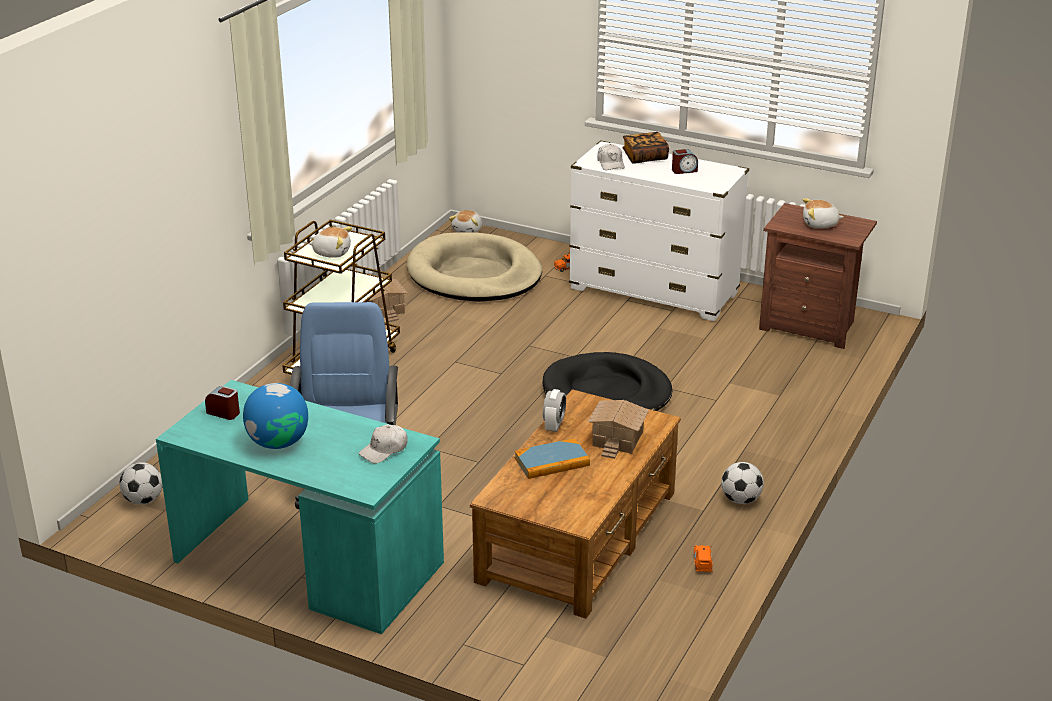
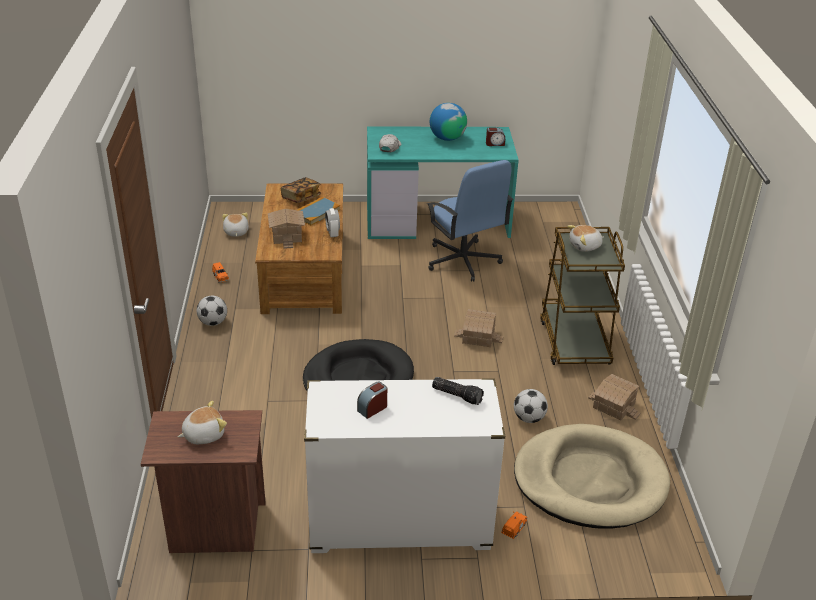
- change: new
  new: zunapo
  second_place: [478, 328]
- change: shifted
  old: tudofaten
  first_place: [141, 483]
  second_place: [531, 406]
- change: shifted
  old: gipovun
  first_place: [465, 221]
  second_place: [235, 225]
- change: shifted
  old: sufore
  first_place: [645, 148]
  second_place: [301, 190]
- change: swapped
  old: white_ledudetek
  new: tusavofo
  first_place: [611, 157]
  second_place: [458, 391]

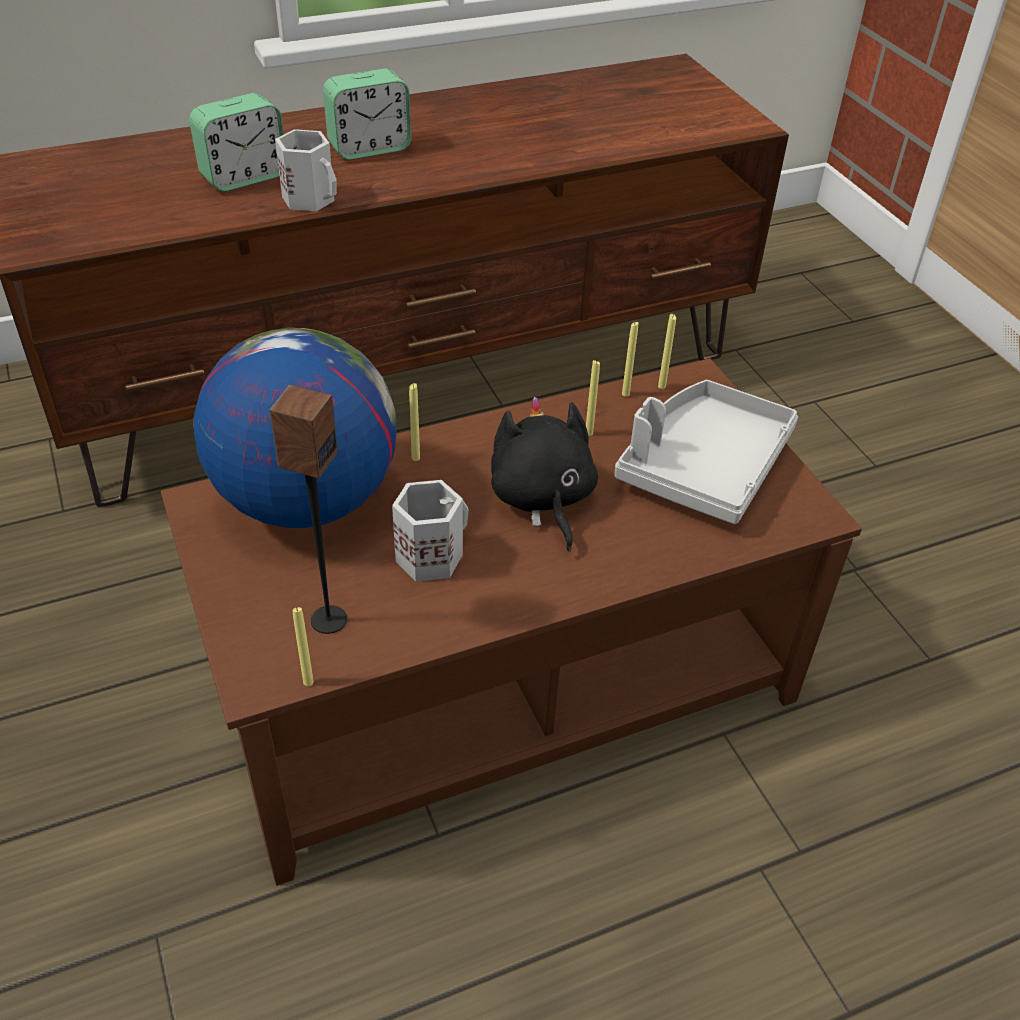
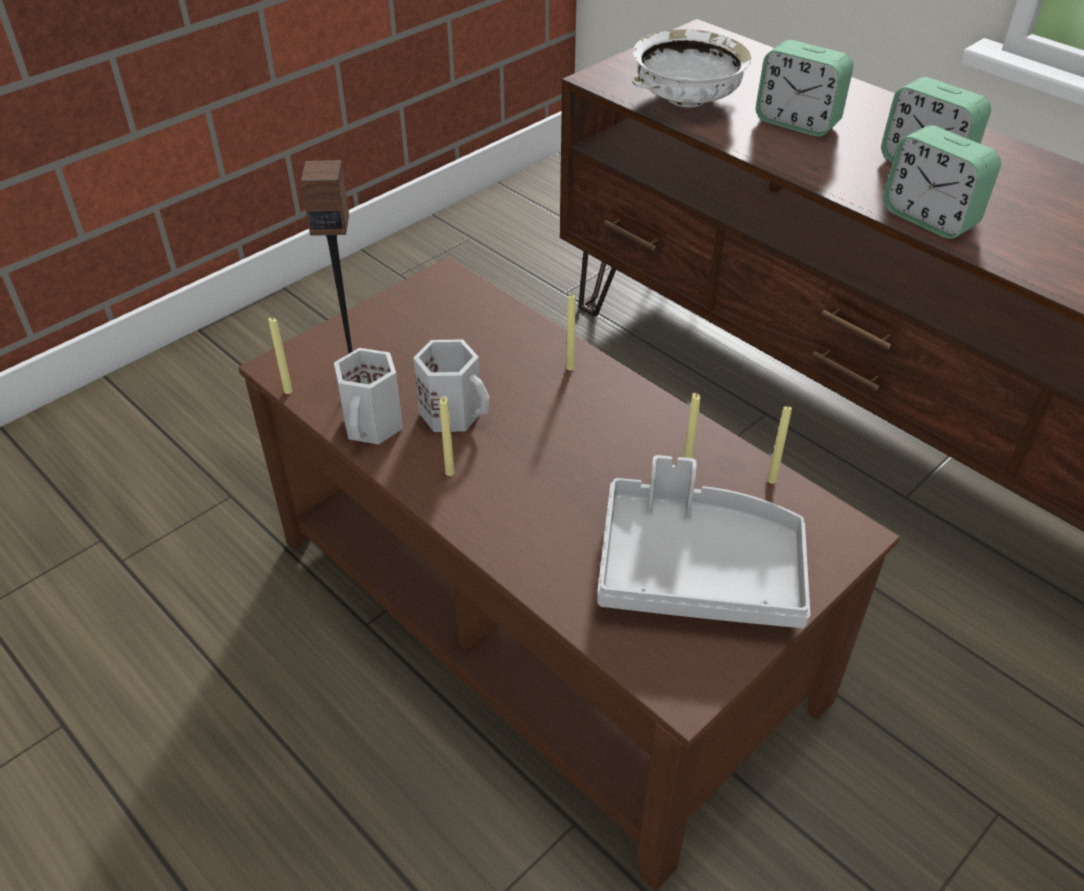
- change: gone
  old: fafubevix
  first_place: [295, 428]
- change: gone
  old: black_gipovun
  first_place: [544, 474]
- change: new
  new: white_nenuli
  second_place: [691, 68]
- change: new
  new: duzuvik
  second_place: [942, 182]
- change: shifted
  old: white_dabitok
  first_place: [306, 170]
  second_place: [368, 396]
- change: shifted
  old: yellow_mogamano
  first_place: [667, 351]
  second_place: [447, 436]

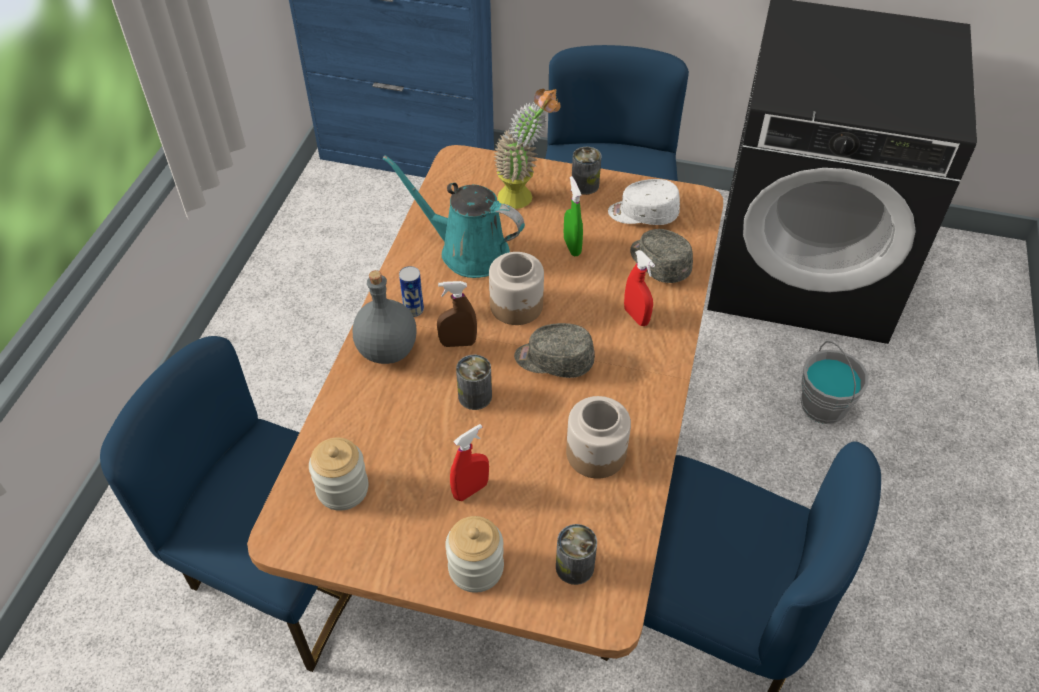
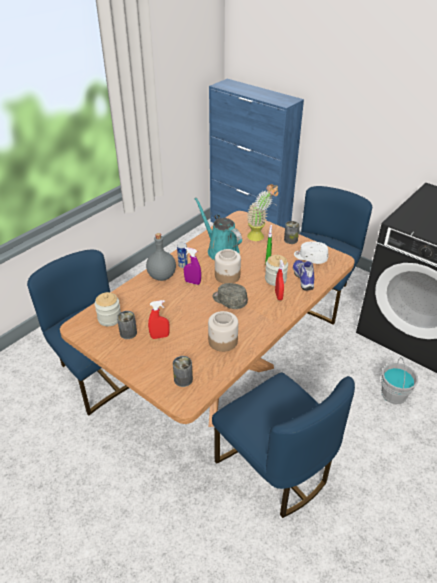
- change: shifted
  old: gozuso
  first_place: [474, 554]
  second_place: [276, 270]
- change: shifted
  old: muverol
  first_place: [474, 382]
  second_place: [127, 325]
- change: swapped
  old: grey_ledudetek
  new: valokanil
  first_place: [661, 256]
  second_place: [303, 275]
- change: repainted
  old: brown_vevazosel
  new: purple_vevazosel
  first_place: [457, 314]
  second_place: [192, 266]

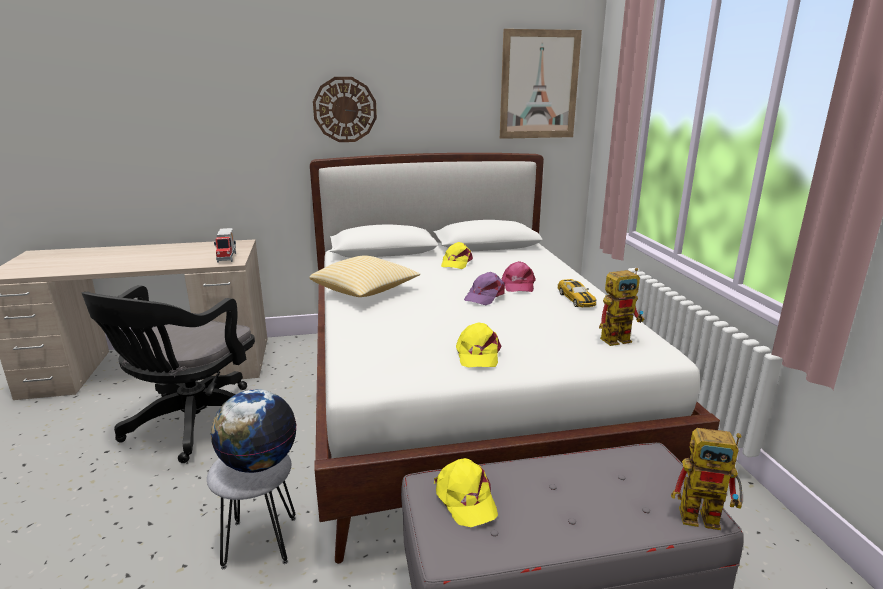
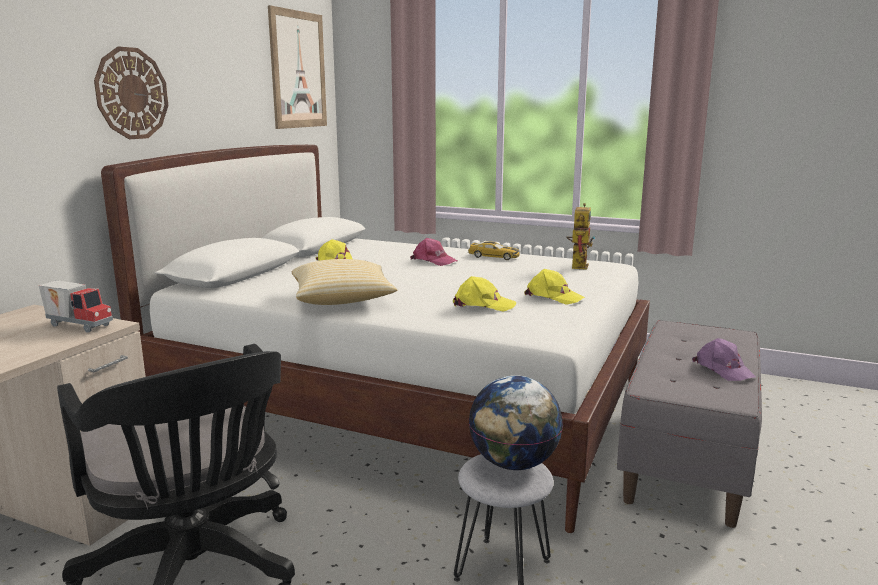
- change: gone
  old: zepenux
  first_place: [707, 479]
- change: shifted
  old: yellow_ledudetek
  first_place: [466, 492]
  second_place: [484, 294]
- change: shifted
  old: purple_ledudetek
  first_place: [484, 288]
  second_place: [724, 359]

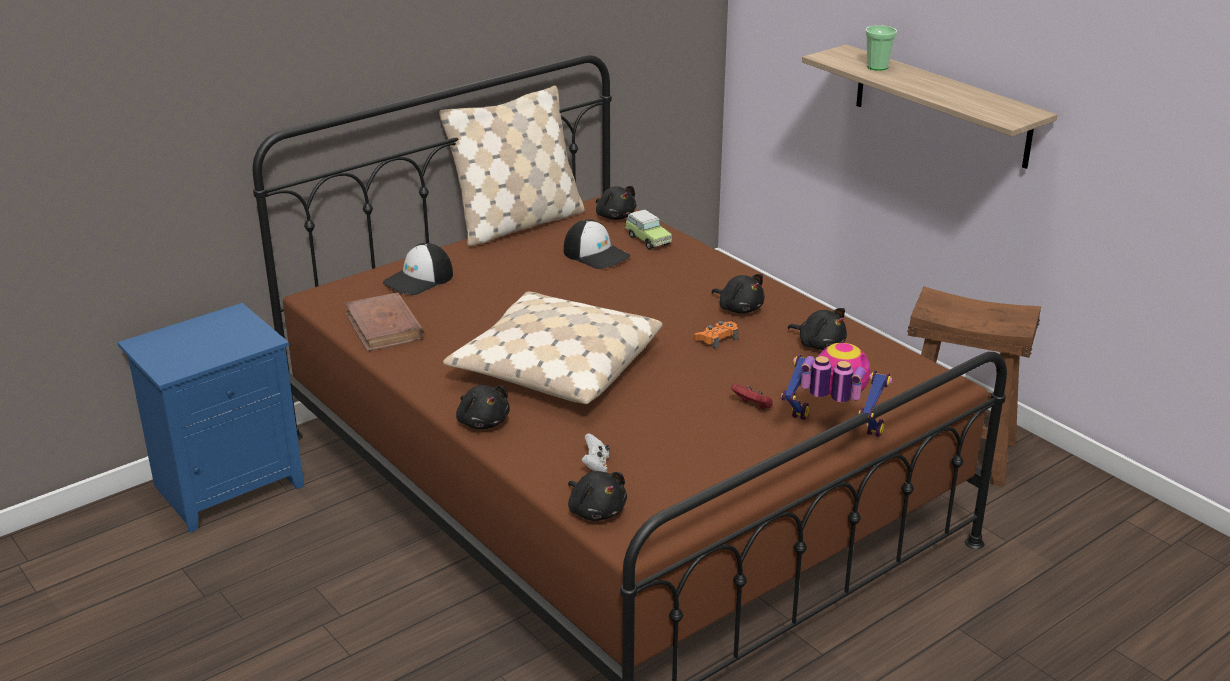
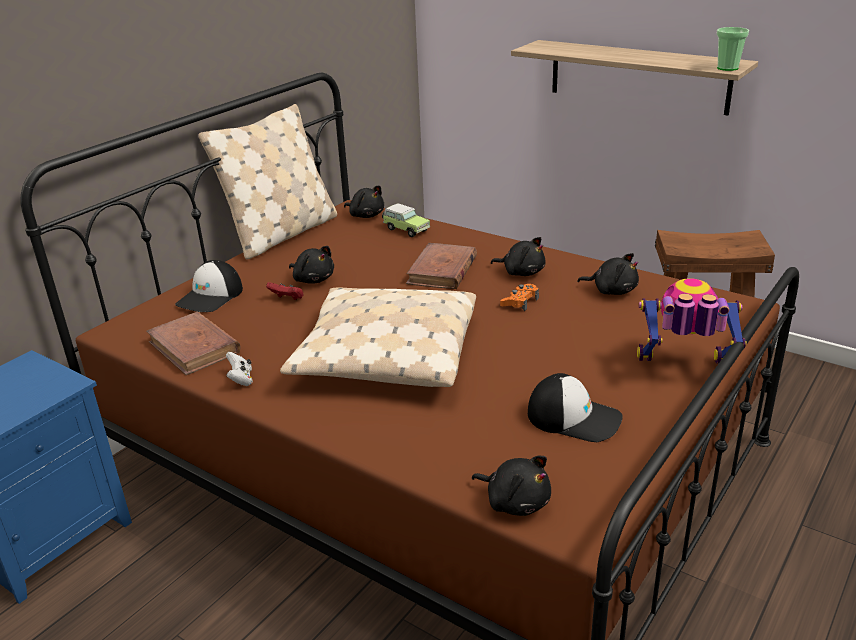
- change: new
  new: brown_sufore
  second_place: [441, 266]
- change: shifted
  old: black_gipovun
  first_place: [483, 407]
  second_place: [311, 265]
- change: shifted
  old: ledudetek
  first_place: [597, 244]
  second_place: [575, 407]
- change: shifted
  old: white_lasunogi
  first_place: [595, 452]
  second_place: [239, 369]
- change: shifted
  old: red_lasunogi
  first_place: [752, 397]
  second_place: [285, 291]
- change: shifted
  old: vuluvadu
  first_place: [881, 48]
  second_place: [733, 49]

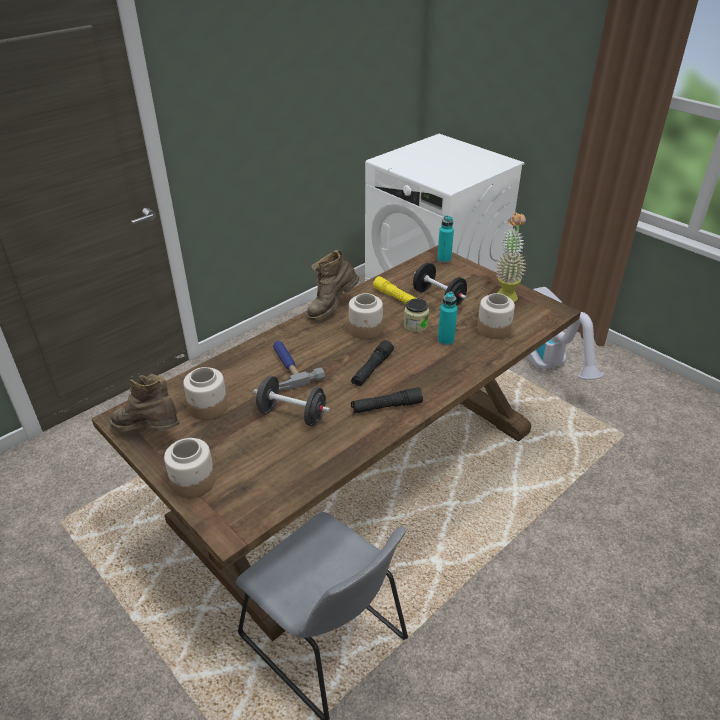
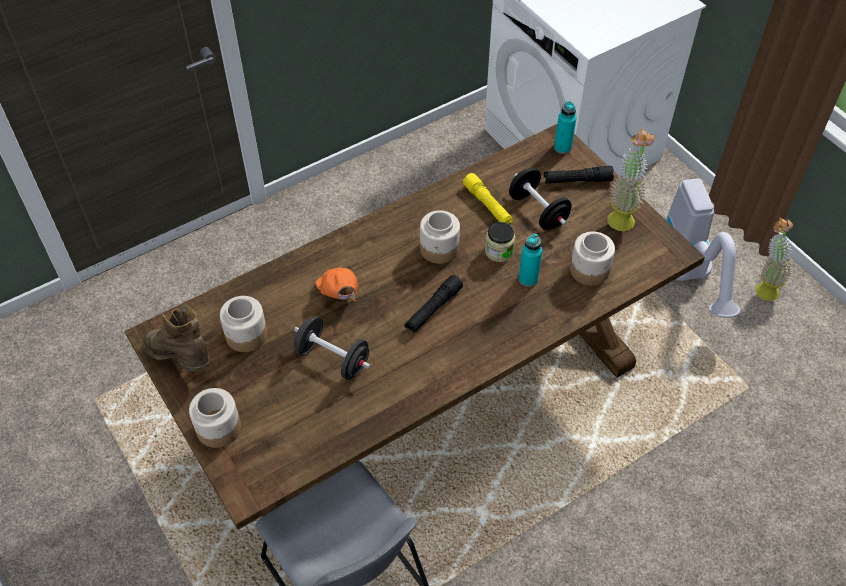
- change: gone
  old: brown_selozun
  first_place: [333, 285]
- change: new
  new: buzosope
  second_place: [774, 259]
- change: shifted
  old: black_tusavofo
  first_place: [387, 400]
  second_place: [579, 175]
- change: swapped
  old: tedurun
  new: orange_ledudetek
  first_place: [299, 366]
  second_place: [336, 284]

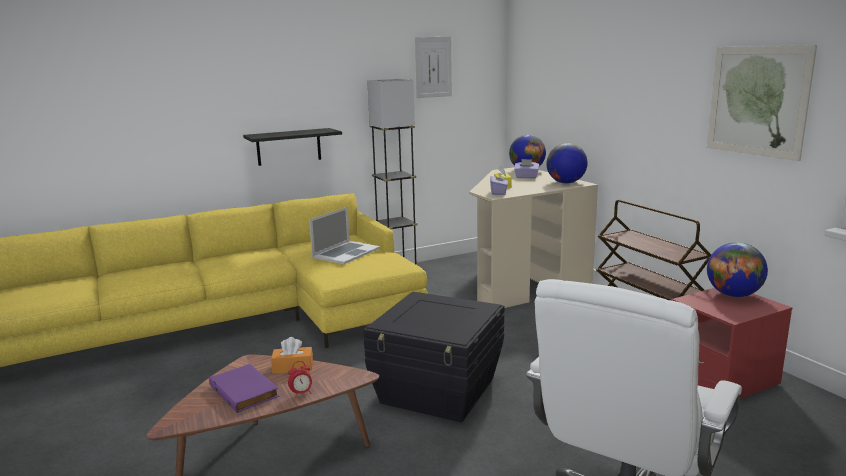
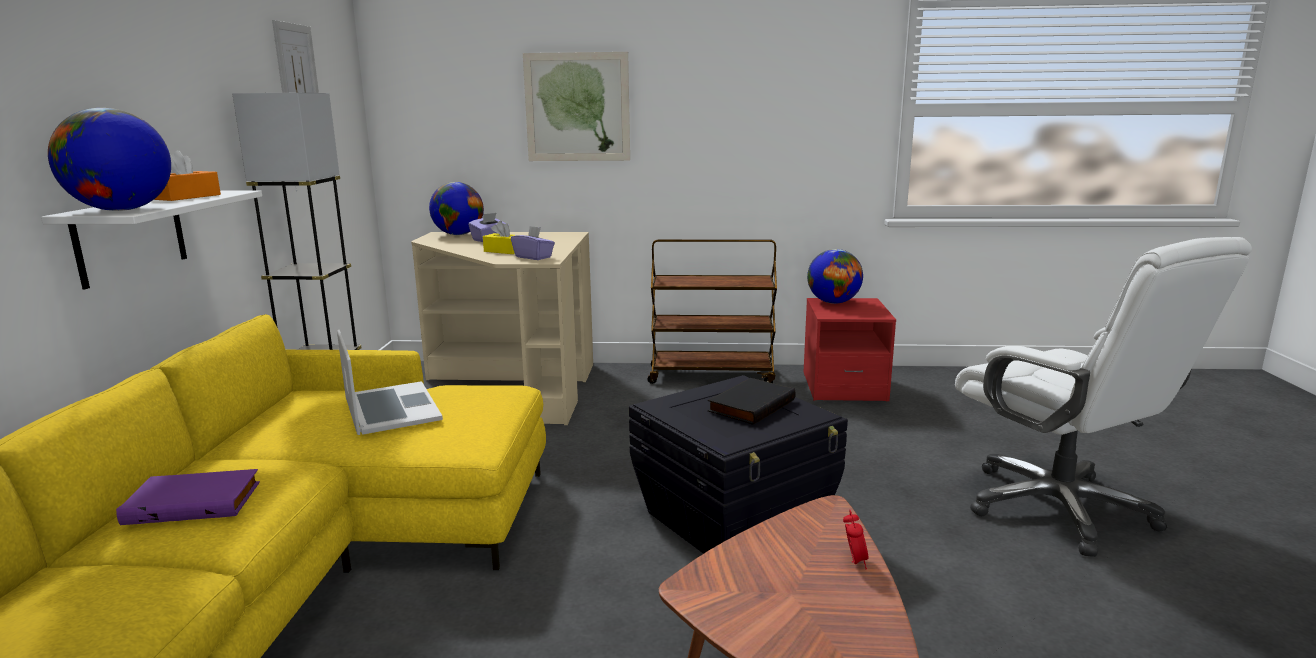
- change: new
  new: black_sufore
  second_place: [751, 401]
- change: shifted
  old: purple_sufore
  first_place: [244, 388]
  second_place: [188, 497]
- change: shifted
  old: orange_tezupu
  first_place: [292, 355]
  second_place: [187, 175]
- change: shifted
  old: fafubevix
  first_place: [567, 163]
  second_place: [109, 159]
- change: shifted
  old: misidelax
  first_place: [762, 103]
  second_place: [576, 106]
- change: repainted
  old: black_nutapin
  new: white_nutapin
  first_place: [292, 147]
  second_place: [151, 239]

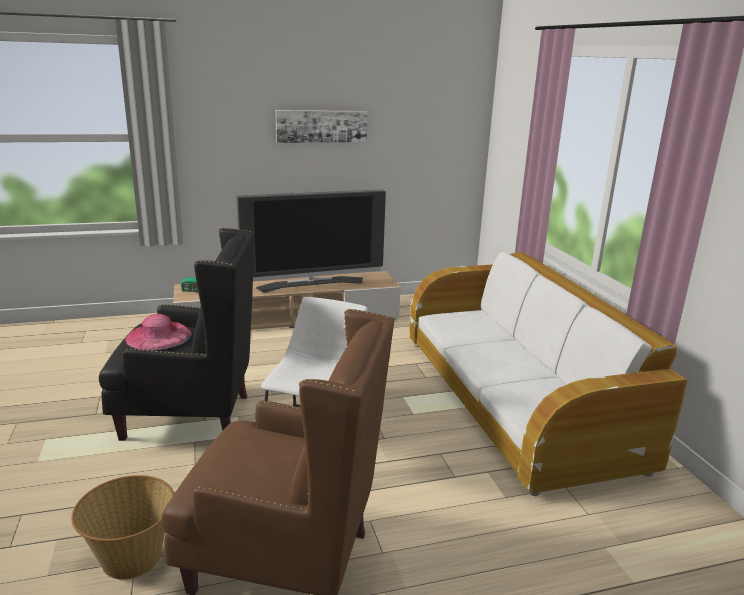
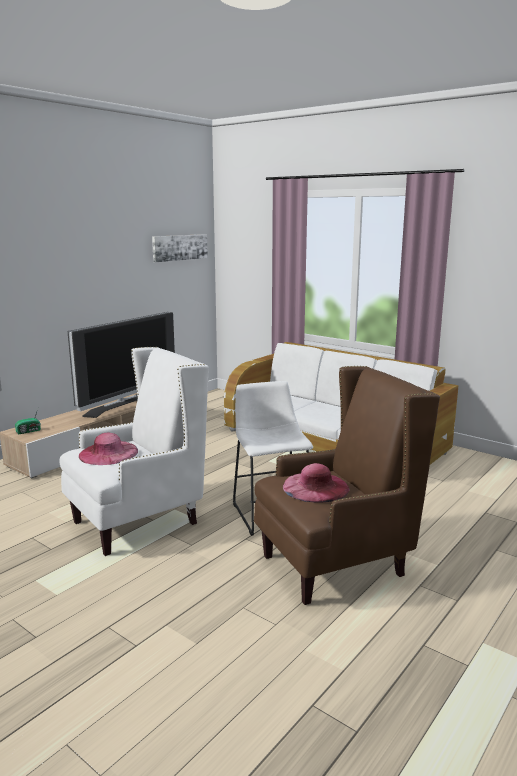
- change: gone
  old: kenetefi
  first_place: [122, 527]
- change: new
  new: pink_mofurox
  second_place: [316, 483]
- change: shifted
  old: misidelax
  first_place: [321, 126]
  second_place: [180, 248]
- change: repainted
  old: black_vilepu
  new: white_vilepu
  first_place: [177, 334]
  second_place: [134, 451]

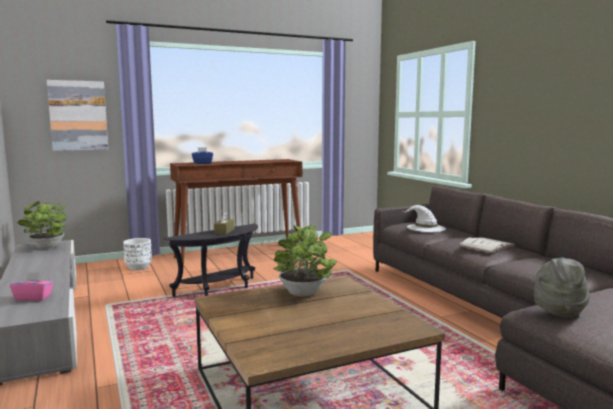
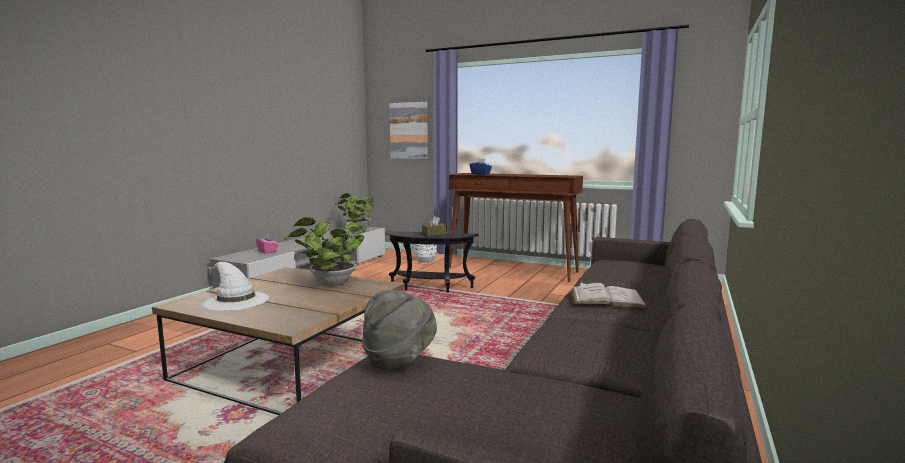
- change: shifted
  old: white_mofurox
  first_place: [425, 218]
  second_place: [236, 286]

